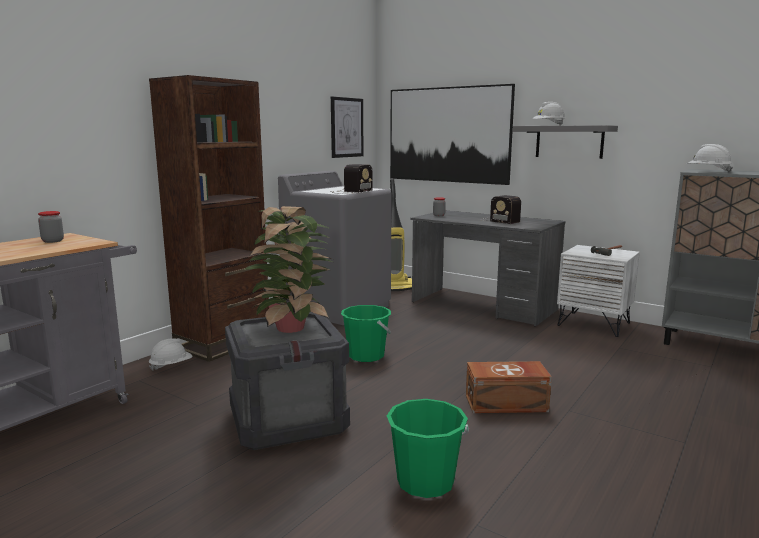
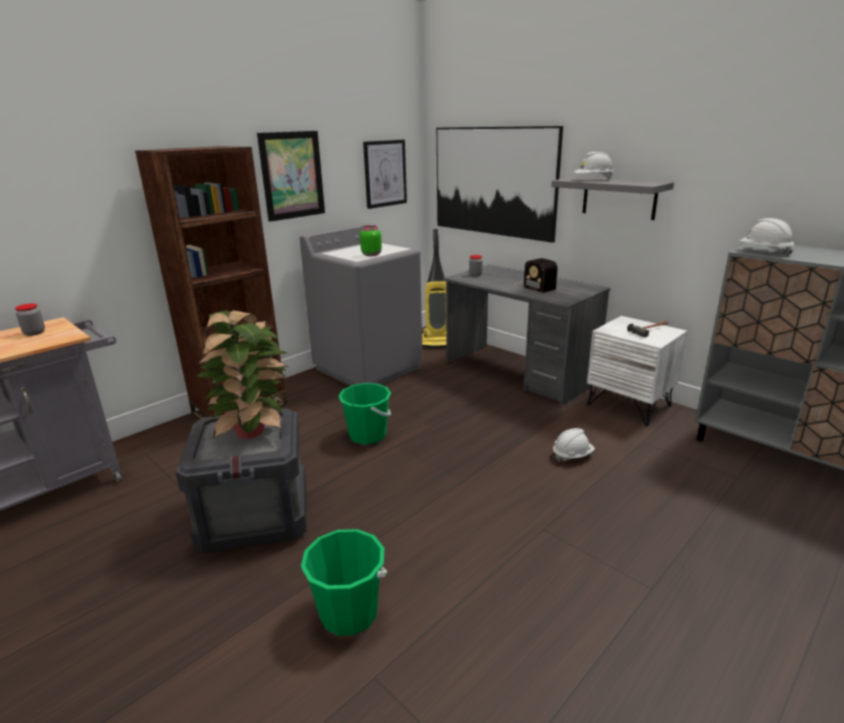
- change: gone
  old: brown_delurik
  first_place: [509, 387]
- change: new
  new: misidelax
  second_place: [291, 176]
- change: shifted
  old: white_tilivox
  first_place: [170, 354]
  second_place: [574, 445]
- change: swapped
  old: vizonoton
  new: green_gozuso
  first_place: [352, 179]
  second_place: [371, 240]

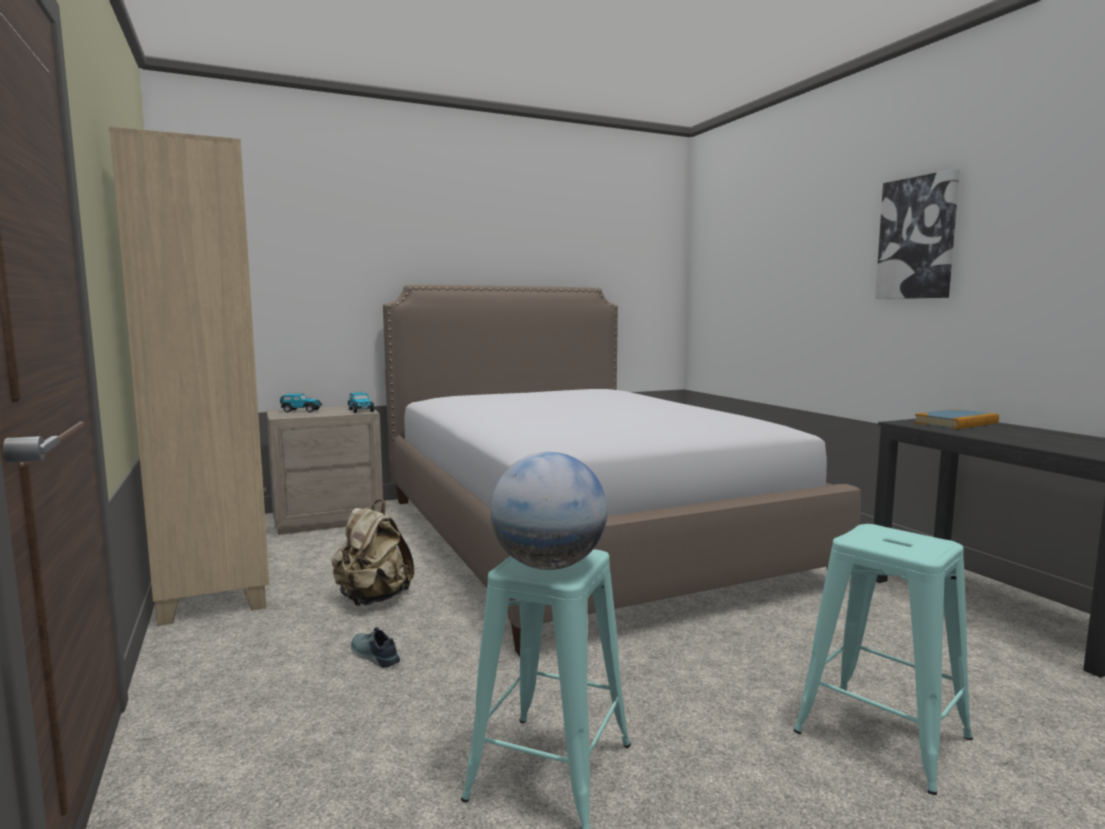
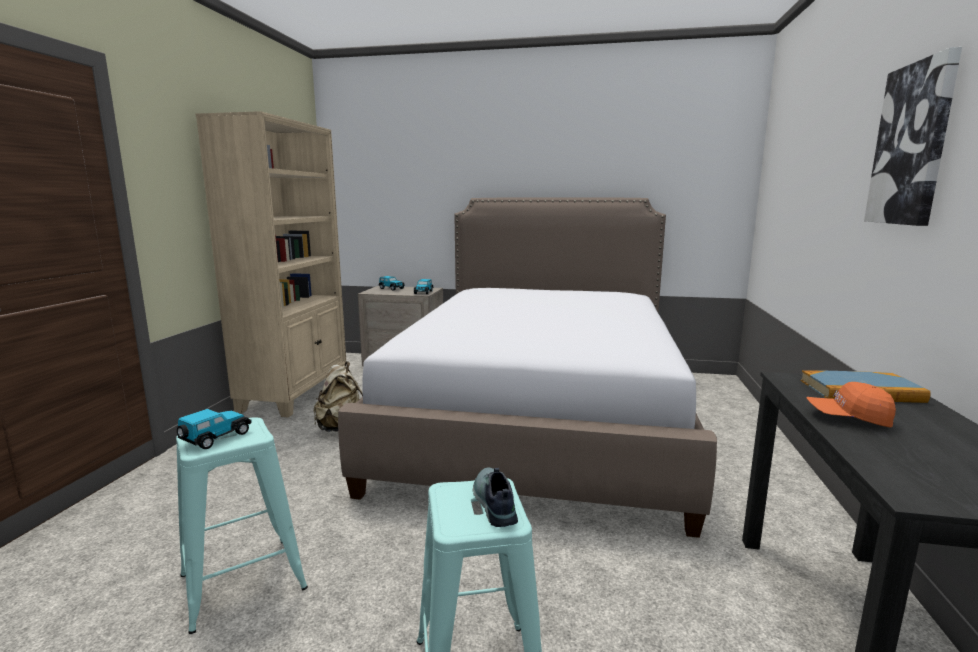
- change: new
  new: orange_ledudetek
  second_place: [851, 405]
- change: shifted
  old: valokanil
  first_place: [375, 647]
  second_place: [495, 497]
- change: swapped
  old: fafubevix
  new: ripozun
  first_place: [548, 511]
  second_place: [214, 429]

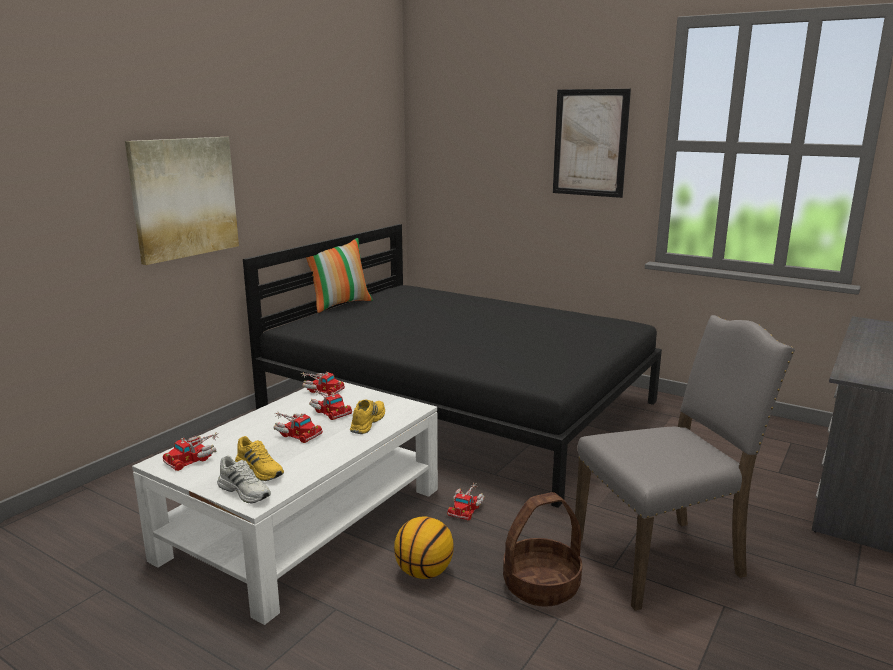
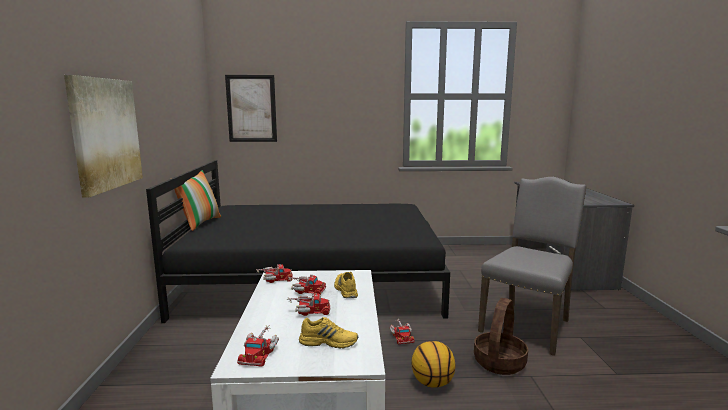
- change: gone
  old: white_valokanil
  first_place: [244, 479]
- change: shifted
  old: misidelax
  first_place: [592, 143]
  second_place: [251, 108]

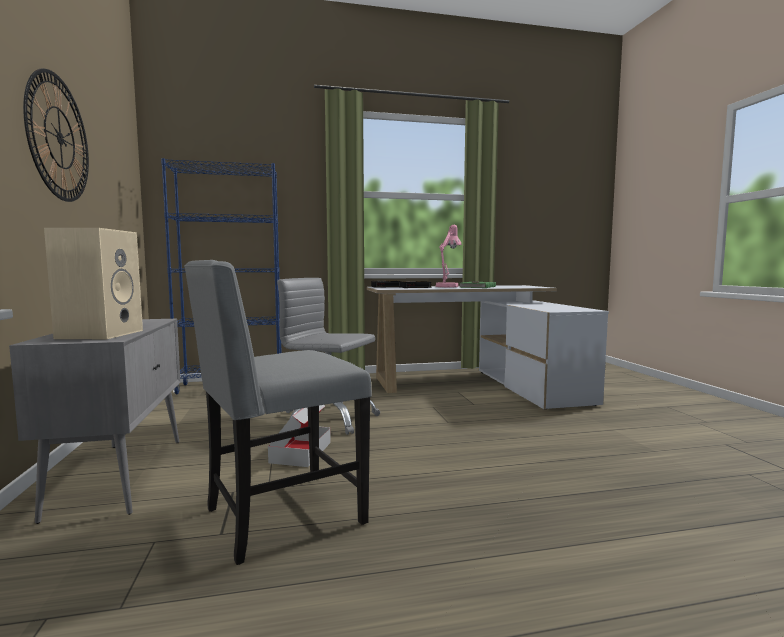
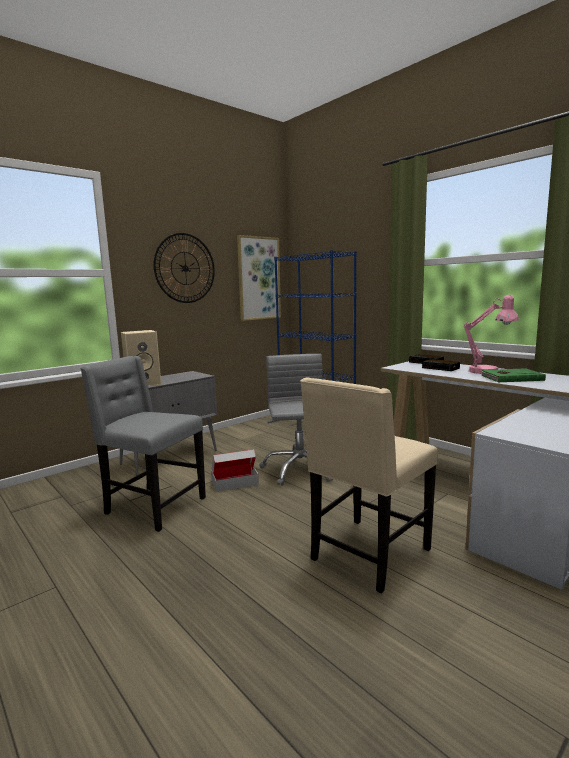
- change: new
  new: misidelax
  second_place: [259, 278]
- change: new
  new: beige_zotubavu
  second_place: [369, 486]

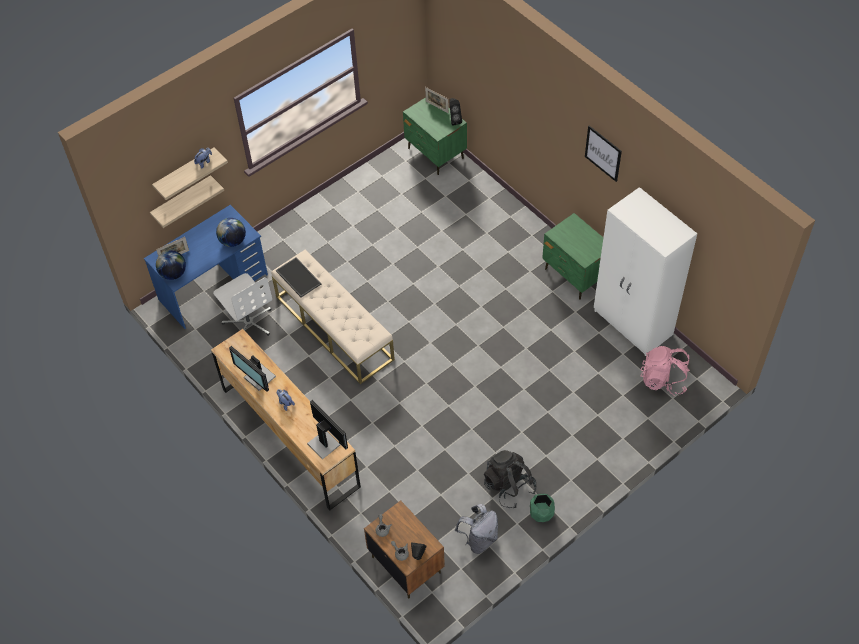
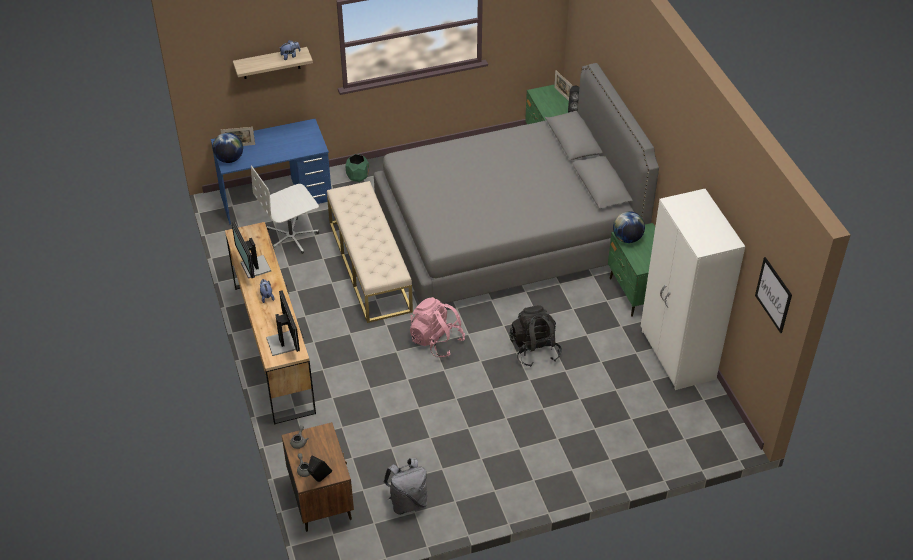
- change: gone
  old: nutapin
  first_place: [187, 201]
- change: gone
  old: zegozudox
  first_place: [298, 277]
- change: new
  new: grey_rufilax
  second_place: [516, 183]
- change: shifted
  old: fafubevix
  first_place: [231, 232]
  second_place: [629, 227]
- change: shifted
  old: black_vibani
  first_place: [510, 479]
  second_place: [536, 336]
- change: shifted
  old: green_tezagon
  first_place: [542, 508]
  second_place: [357, 168]
- change: shifted
  old: misidelax
  first_place: [603, 154]
  second_place: [773, 295]
- change: shifted
  old: pink_vibani
  first_place: [665, 371]
  second_place: [437, 327]
- change: rotated
  old: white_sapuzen
  first_place: [242, 304]
  second_place: [285, 209]
  degrees: 75

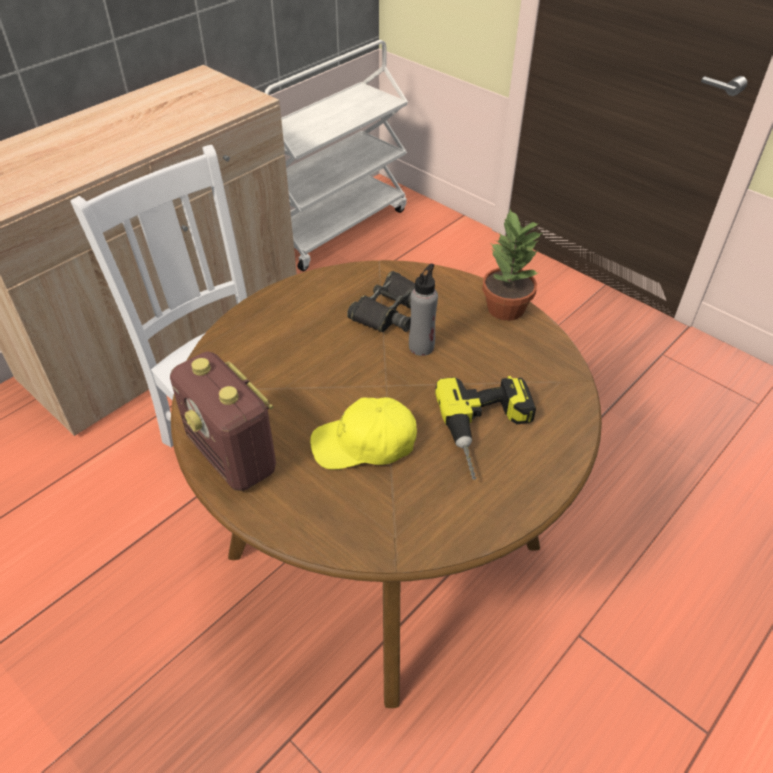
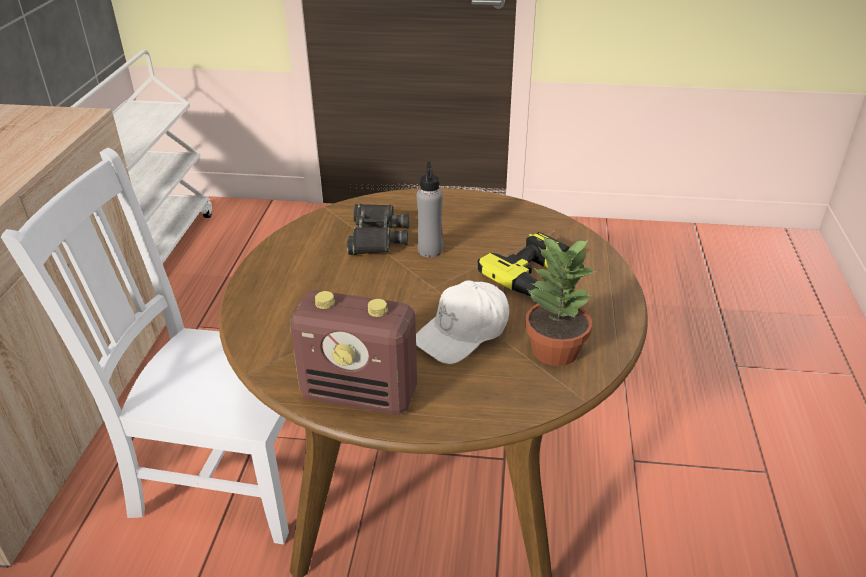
- change: shifted
  old: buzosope
  first_place: [512, 265]
  second_place: [561, 301]
- change: repainted
  old: yellow_ledudetek
  new: white_ledudetek
  first_place: [363, 433]
  second_place: [462, 322]

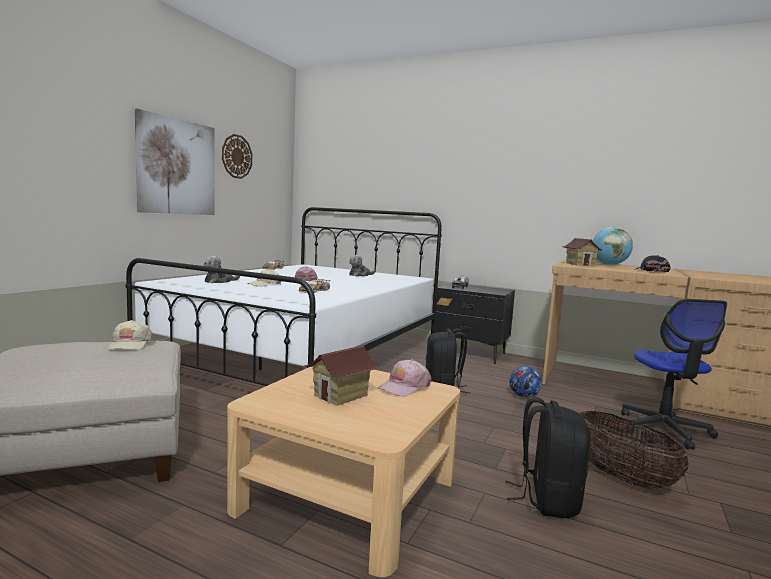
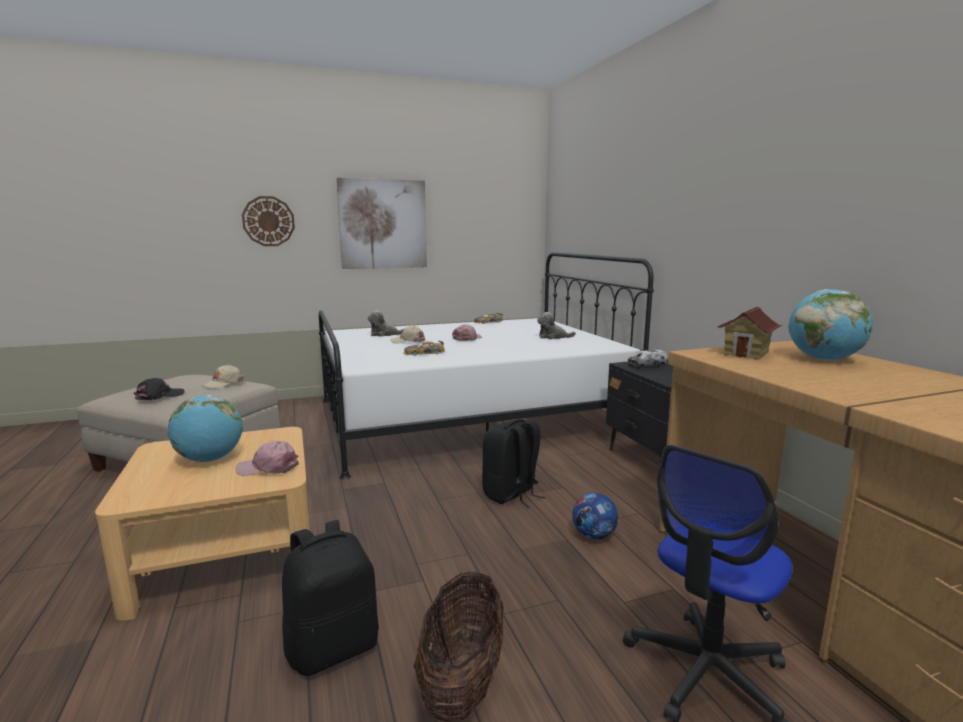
- change: shifted
  old: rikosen
  first_place: [237, 156]
  second_place: [268, 221]
- change: shifted
  old: black_ledudetek
  first_place: [653, 263]
  second_place: [159, 389]
- change: swapped
  old: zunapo
  new: fafubevix
  first_place: [342, 375]
  second_place: [205, 428]

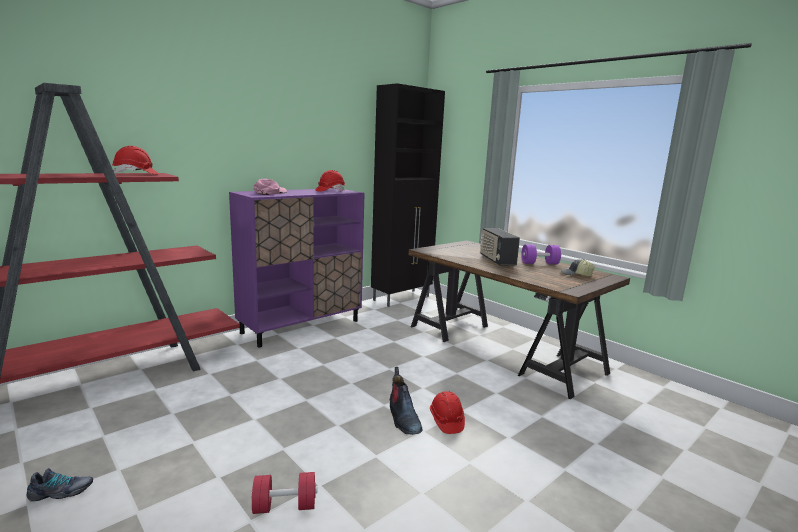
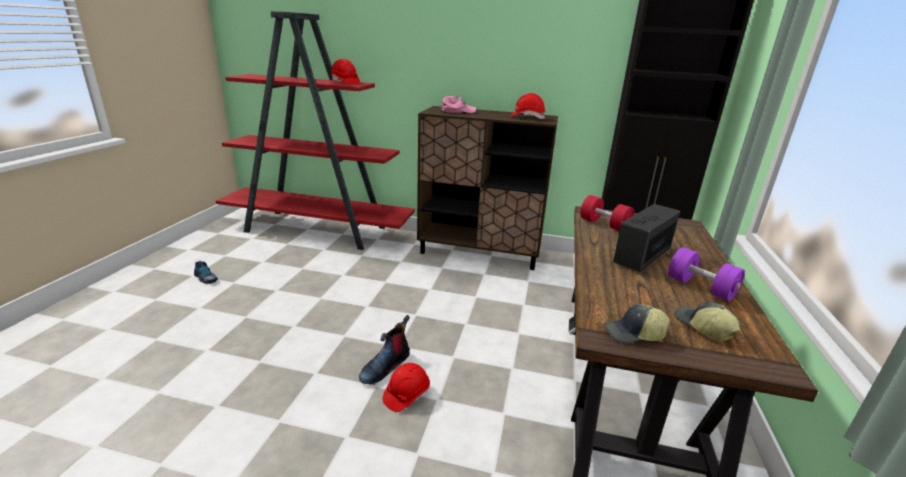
- change: new
  new: ledudetek
  second_place: [637, 323]
- change: shifted
  old: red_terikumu
  first_place: [284, 493]
  second_place: [607, 213]
- change: repainted
  old: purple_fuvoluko
  new: brown_fuvoluko
  first_place: [297, 268]
  second_place: [487, 188]

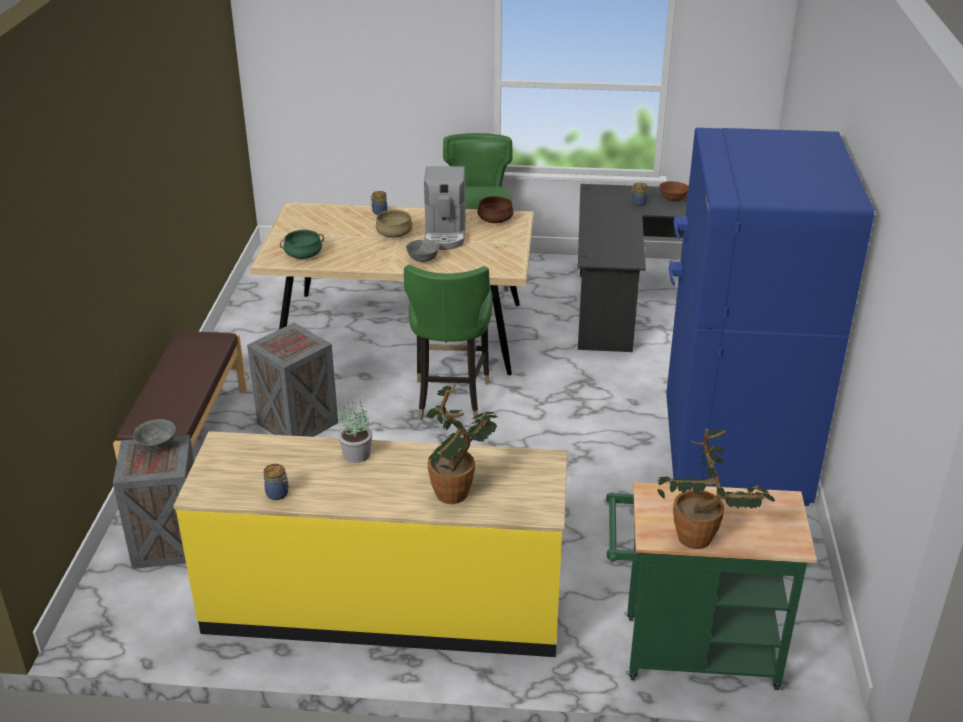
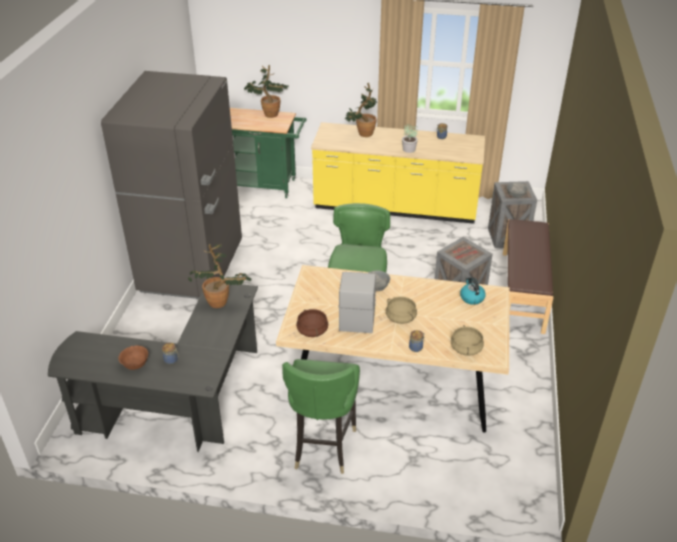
- change: new
  new: buzosope
  second_place: [220, 276]
- change: new
  new: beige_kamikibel
  second_place: [467, 340]
- change: swapped
  old: green_kamikibel
  new: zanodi
  first_place: [302, 244]
  second_place: [473, 291]
- change: repainted
  old: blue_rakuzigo
  new: grey_rakuzigo
  first_place: [770, 317]
  second_place: [171, 185]

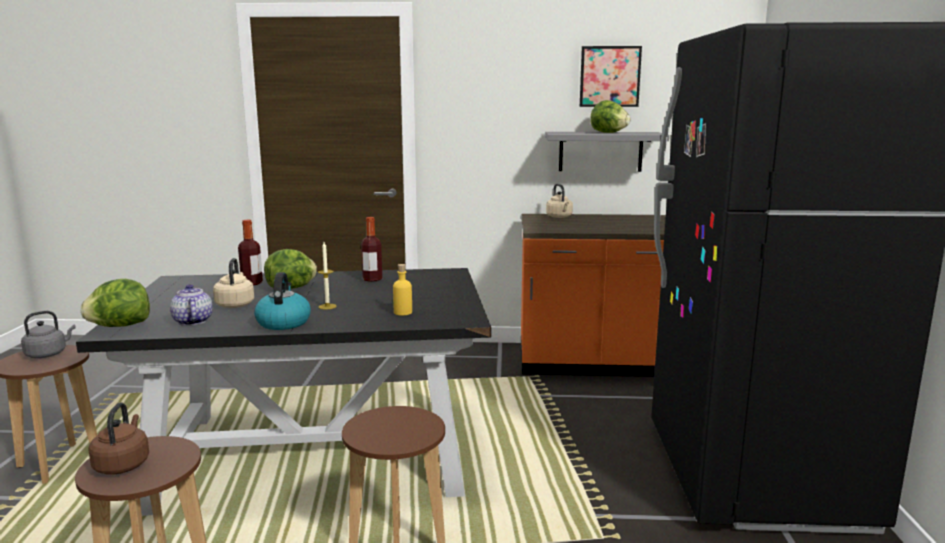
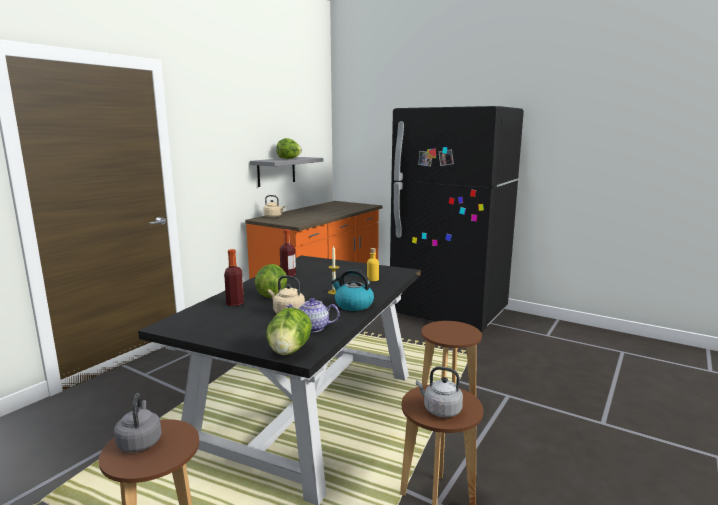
- change: gone
  old: misidelax
  first_place: [611, 76]
- change: repainted
  old: brown_zanodi
  new: grey_zanodi
  first_place: [118, 438]
  second_place: [439, 392]

